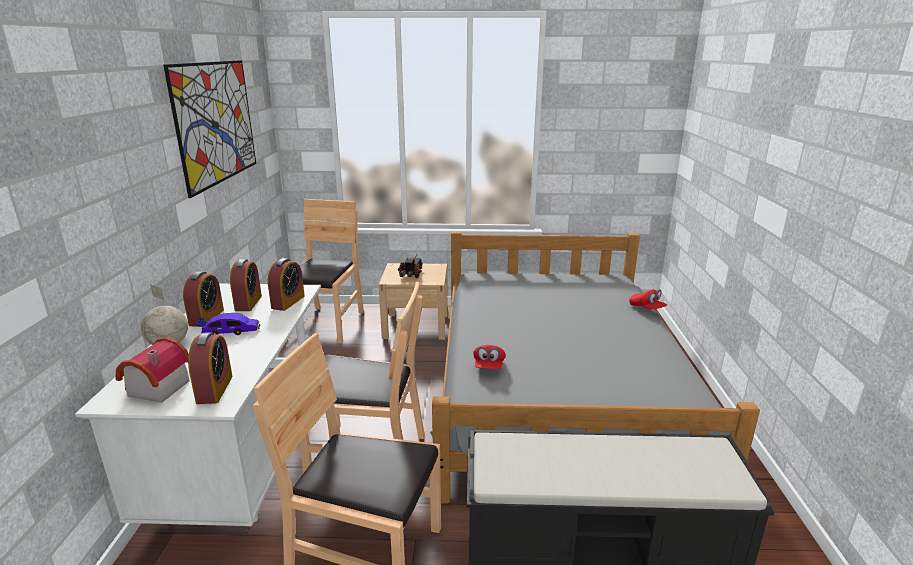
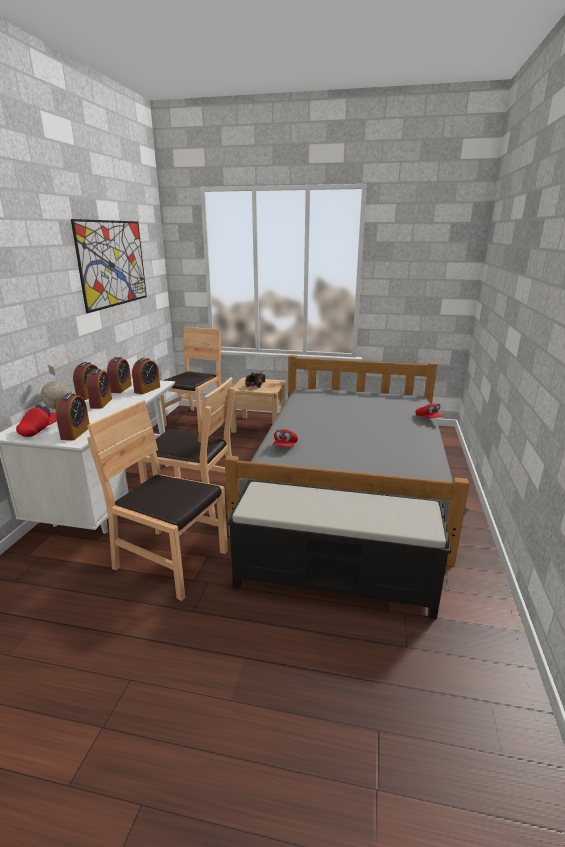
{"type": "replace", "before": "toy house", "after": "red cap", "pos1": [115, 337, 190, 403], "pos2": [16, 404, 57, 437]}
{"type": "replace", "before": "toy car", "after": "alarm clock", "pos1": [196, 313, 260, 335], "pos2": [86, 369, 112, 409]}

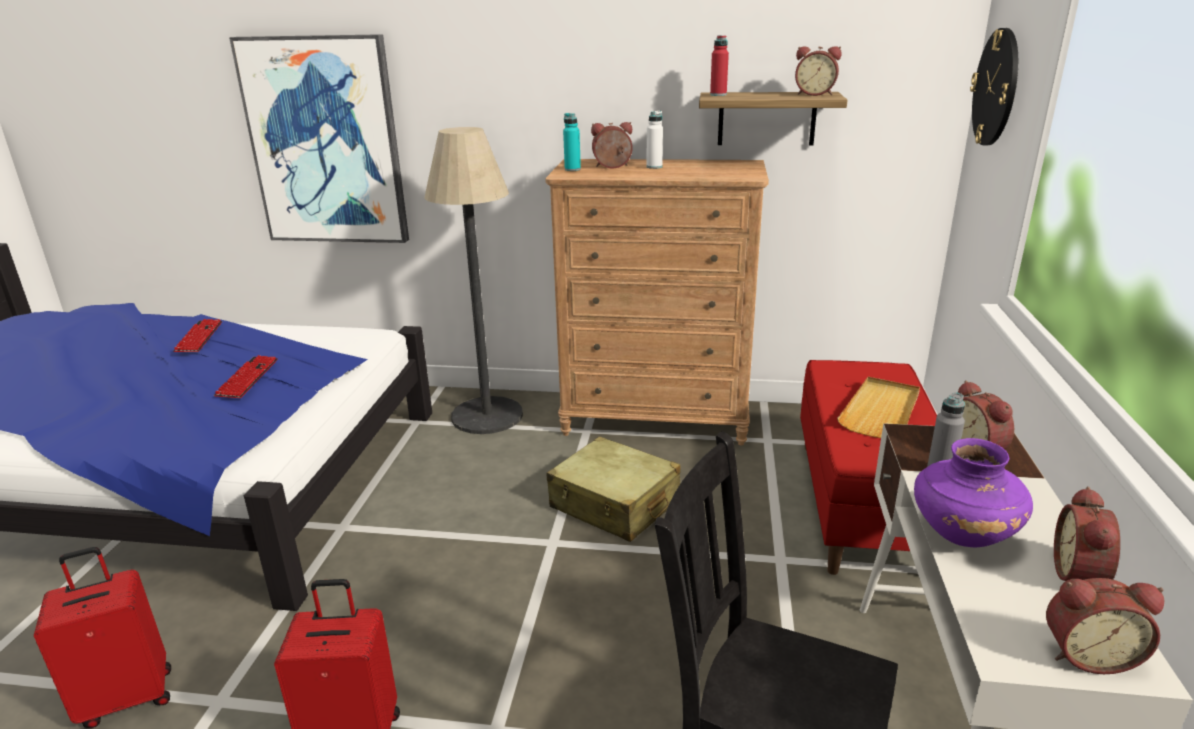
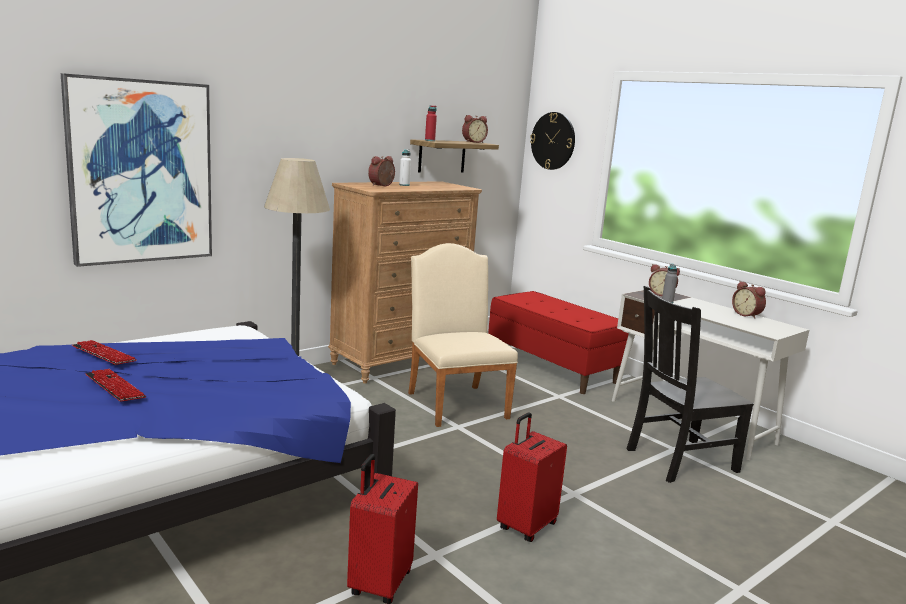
{"type": "move", "before": "keyboard", "pos1": [214, 355, 278, 398], "pos2": [86, 369, 146, 402]}
{"type": "replace", "before": "beige suitcase", "after": "beige chair", "pos1": [547, 436, 681, 542], "pos2": [408, 243, 518, 427]}
{"type": "delete", "before": "turquoise bottle", "pos1": [563, 113, 581, 171]}
{"type": "delete", "before": "beige tray", "pos1": [837, 377, 920, 438]}
{"type": "delete", "before": "purple vase", "pos1": [914, 438, 1033, 547]}
{"type": "delete", "before": "alarm clock", "pos1": [1046, 578, 1165, 674]}

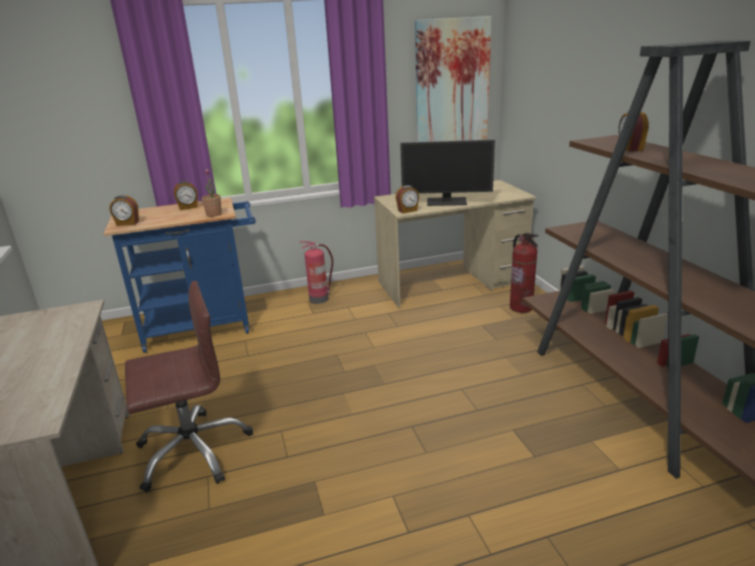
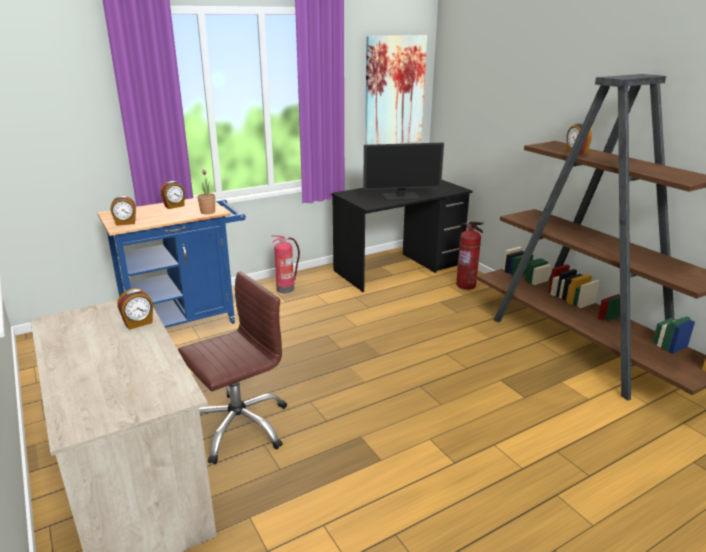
{"type": "move", "before": "alarm clock", "pos1": [396, 185, 419, 213], "pos2": [117, 288, 153, 330]}
{"type": "recolor", "before": "beige desk", "after": "black desk", "pos1": [374, 180, 536, 308], "pos2": [332, 180, 473, 292]}

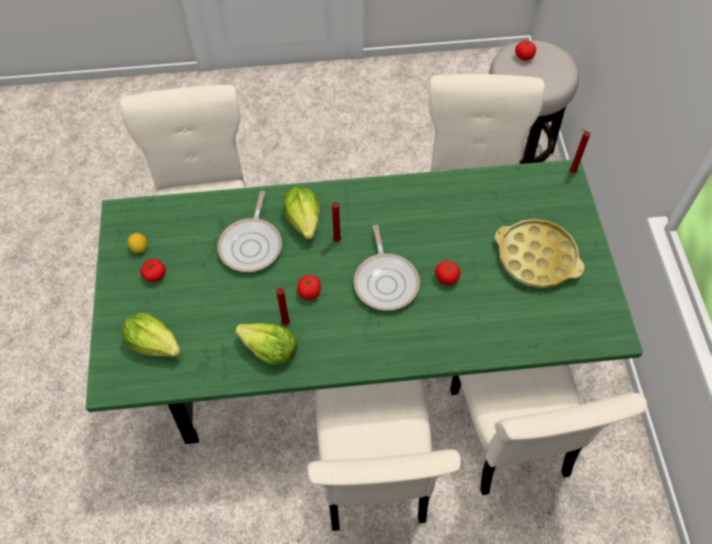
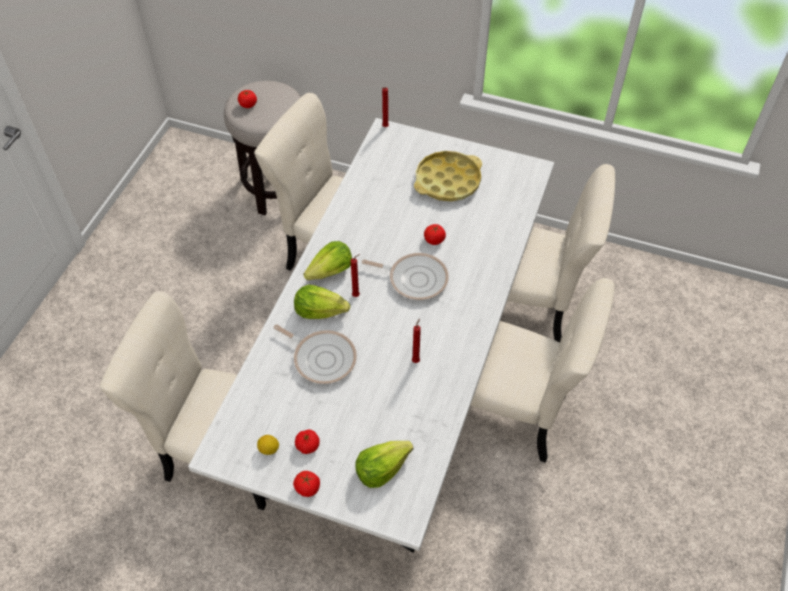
{"type": "recolor", "before": "green dining table", "after": "white dining table", "pos1": [85, 159, 643, 444], "pos2": [188, 118, 554, 553]}
{"type": "move", "before": "tomato", "pos1": [297, 275, 321, 300], "pos2": [293, 471, 320, 497]}
{"type": "move", "before": "lettuce", "pos1": [235, 324, 298, 365], "pos2": [303, 241, 352, 280]}

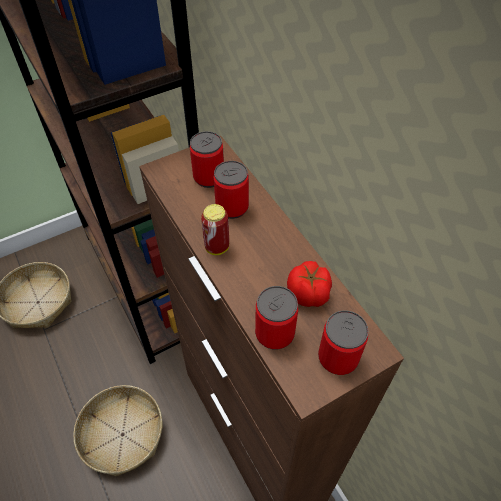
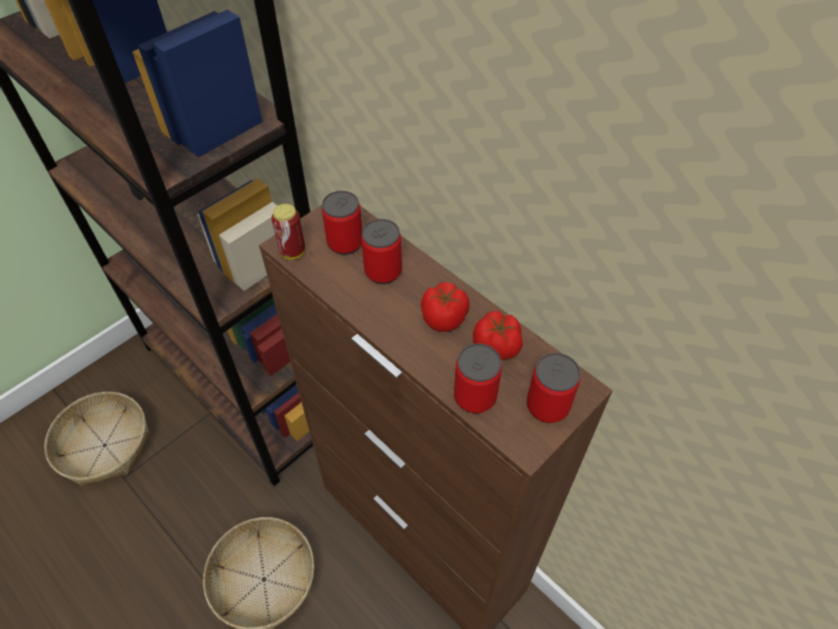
{"type": "move", "before": "can", "pos1": [201, 204, 229, 255], "pos2": [271, 204, 305, 260]}
{"type": "insert", "after": "tomato", "pos2": [421, 282, 470, 332]}

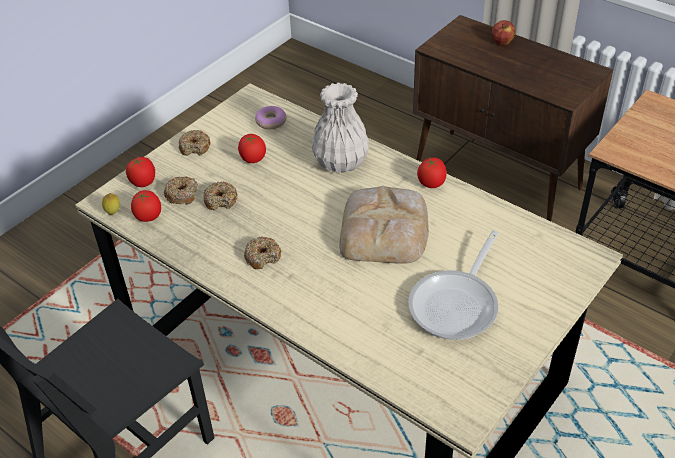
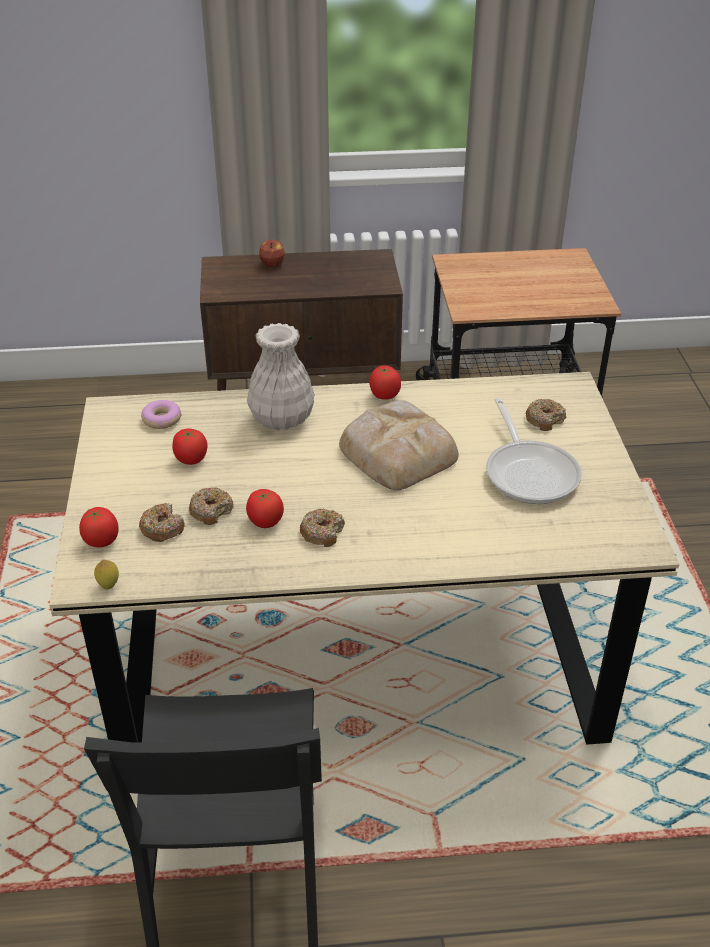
{"type": "move", "before": "tomato", "pos1": [131, 190, 161, 222], "pos2": [246, 489, 284, 528]}
{"type": "move", "before": "donut", "pos1": [178, 130, 210, 156], "pos2": [525, 399, 566, 431]}

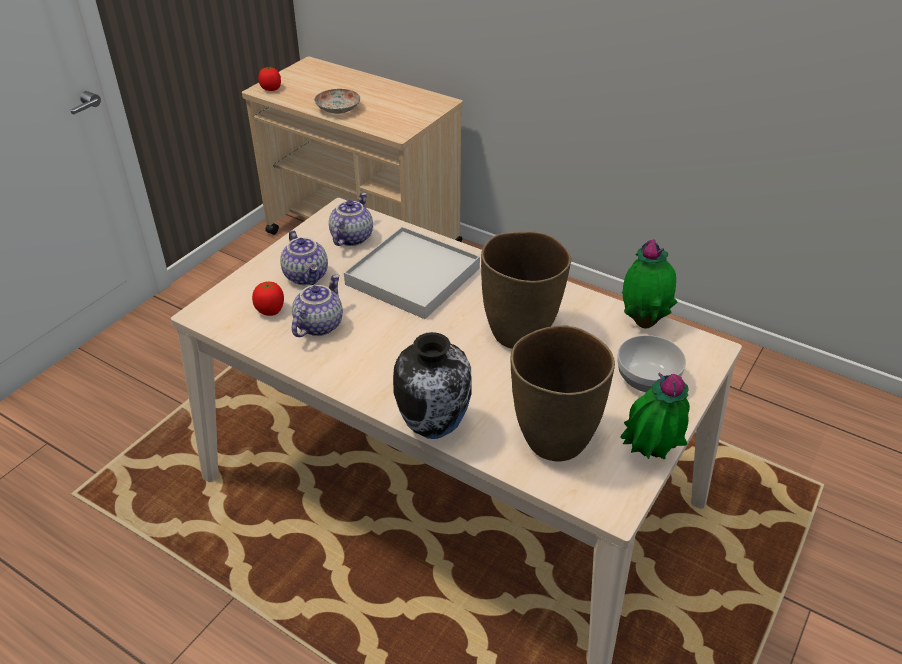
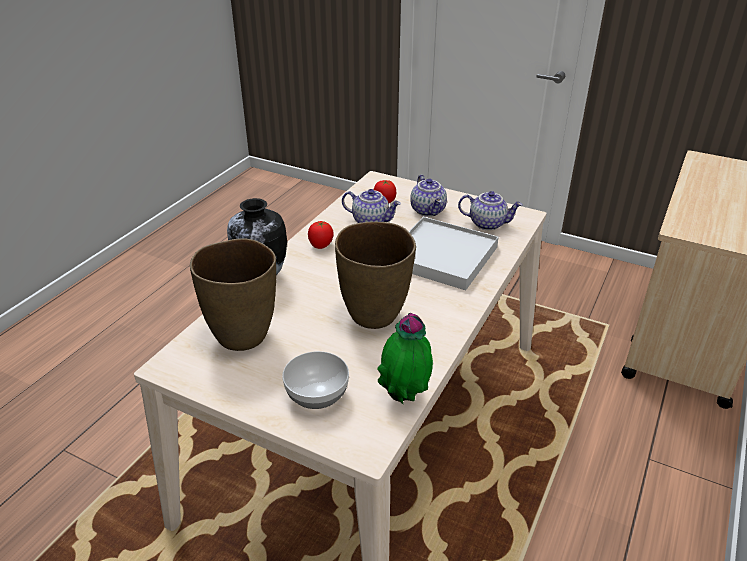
{"type": "move", "before": "tomato", "pos1": [258, 67, 281, 91], "pos2": [308, 221, 334, 249]}
{"type": "rotate", "before": "teapot", "pos1": [280, 230, 328, 285], "pos2": [410, 175, 447, 217], "turn": -75}
{"type": "delete", "before": "plate", "pos1": [314, 89, 360, 114]}
{"type": "delete", "before": "potted plant", "pos1": [620, 373, 690, 460]}

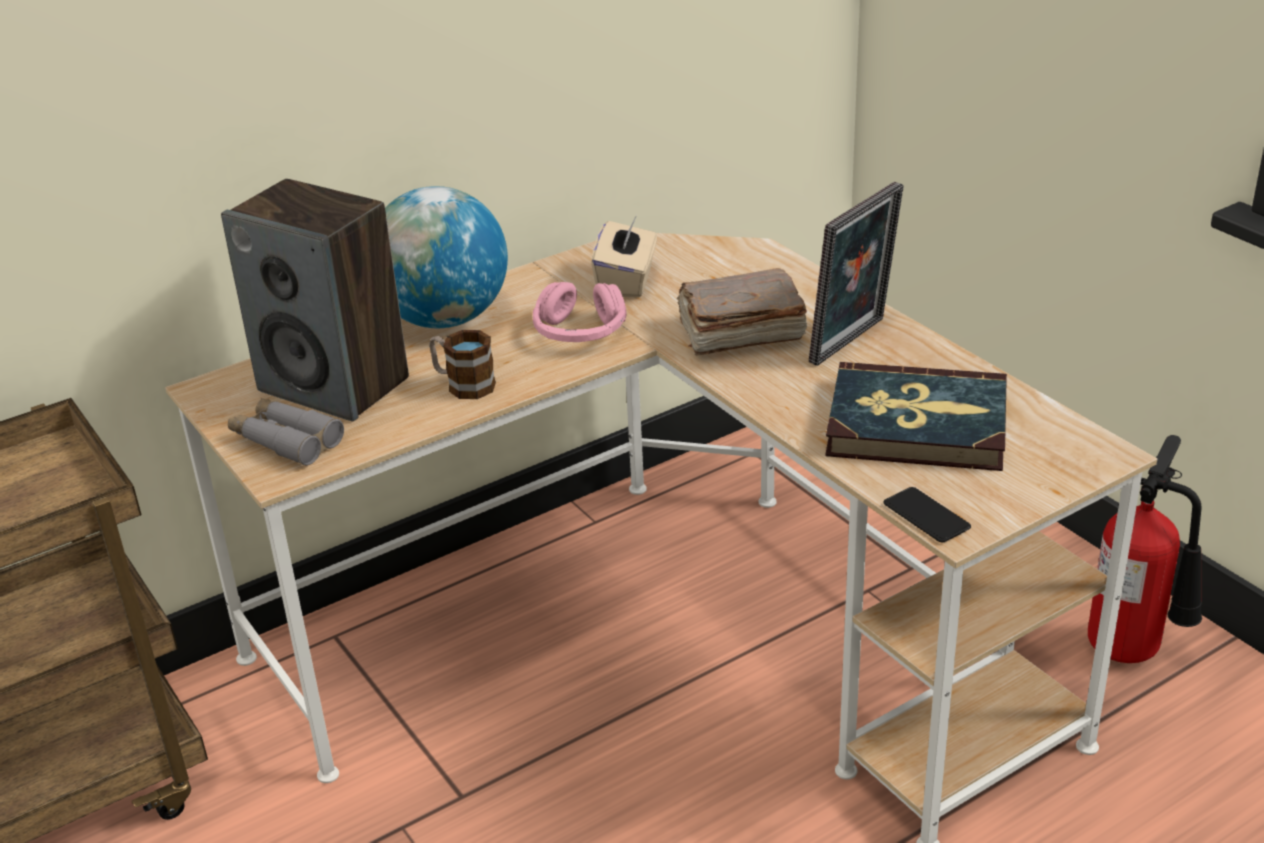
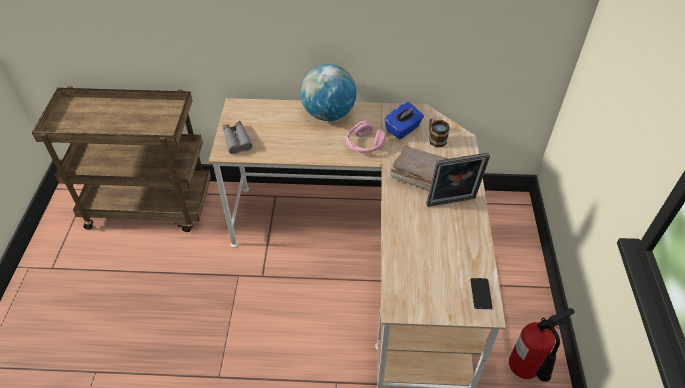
{"type": "recolor", "before": "beige tissue box", "after": "blue tissue box", "pos1": [591, 215, 657, 298], "pos2": [384, 102, 424, 139]}
{"type": "move", "before": "mug", "pos1": [429, 330, 496, 399], "pos2": [429, 118, 450, 147]}
{"type": "move", "before": "phone", "pos1": [884, 487, 971, 542], "pos2": [470, 278, 493, 309]}
{"type": "delete", "before": "speaker", "pos1": [221, 179, 409, 422]}
{"type": "delete", "before": "book", "pos1": [825, 362, 1007, 471]}

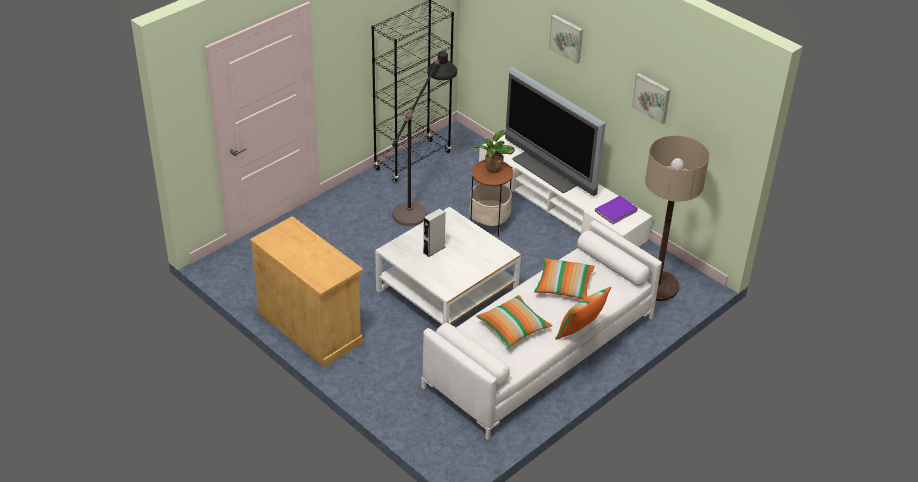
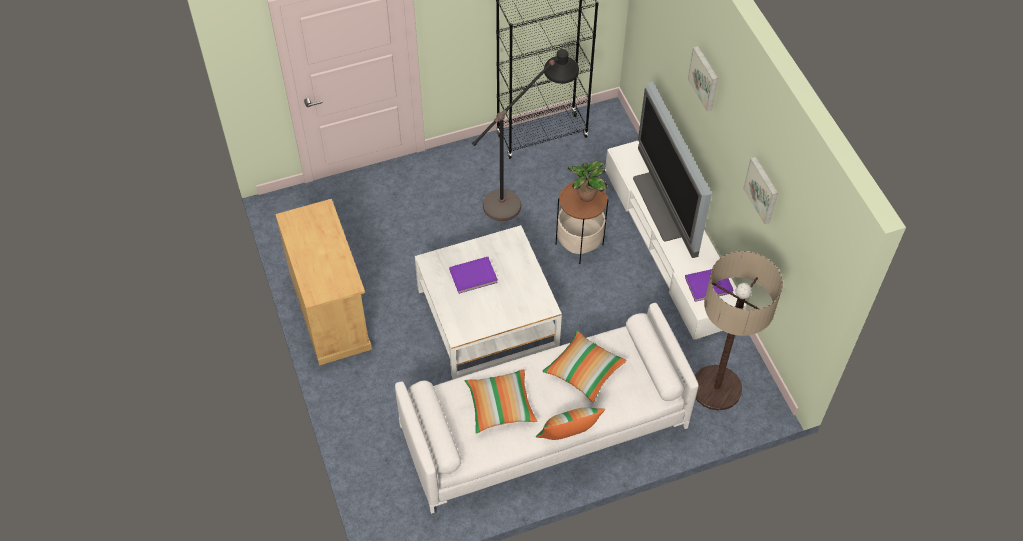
{"type": "replace", "before": "grey speaker", "after": "purple book", "pos1": [423, 208, 446, 257], "pos2": [449, 257, 498, 294]}

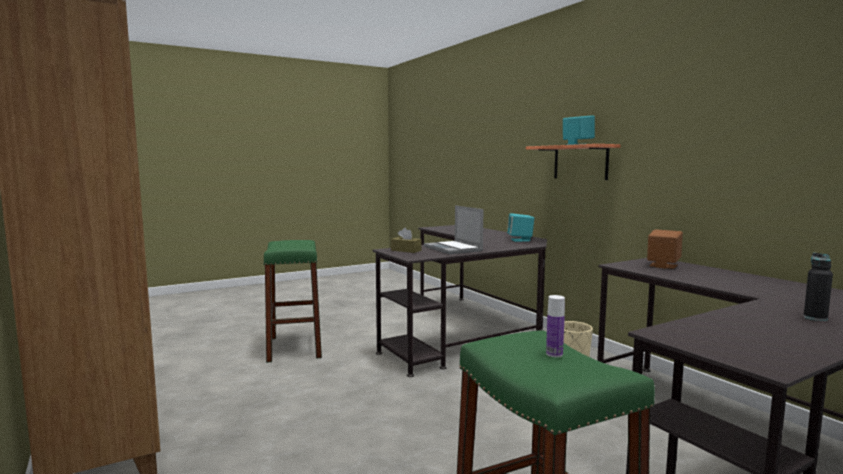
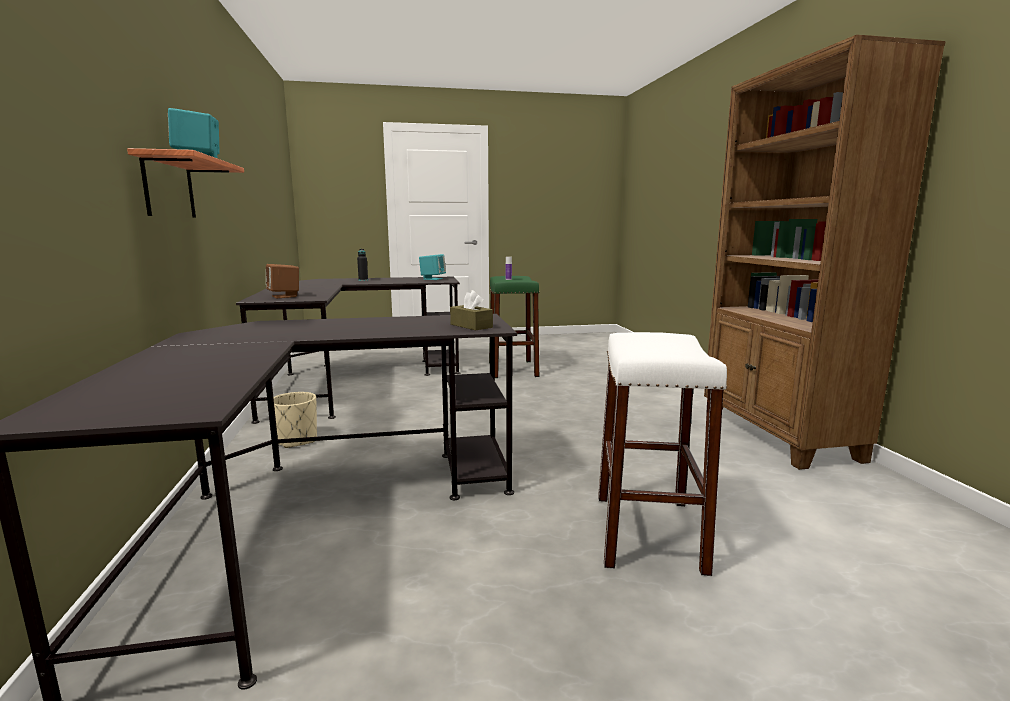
{"type": "move", "before": "turquoise speaker", "pos1": [507, 213, 534, 242], "pos2": [419, 254, 446, 280]}
{"type": "recolor", "before": "green stool", "after": "white stool", "pos1": [263, 240, 322, 363], "pos2": [598, 332, 727, 576]}
{"type": "delete", "before": "laptop", "pos1": [424, 205, 484, 254]}

